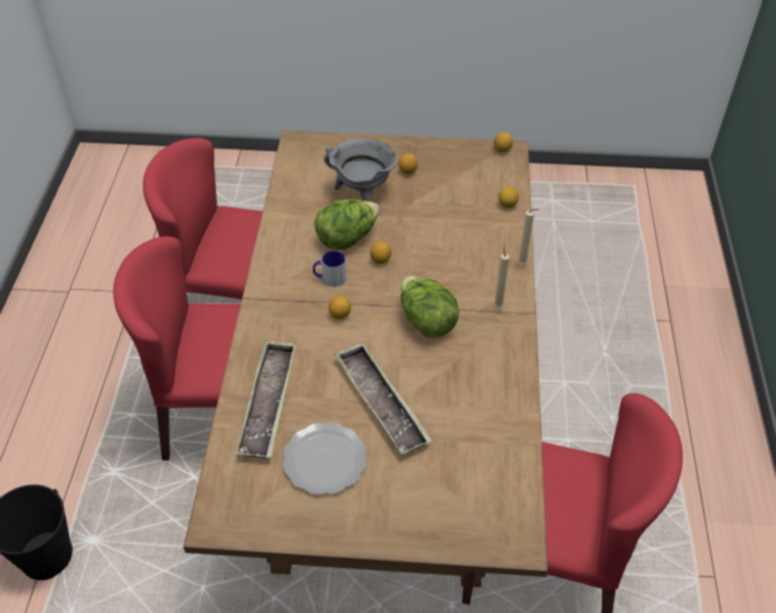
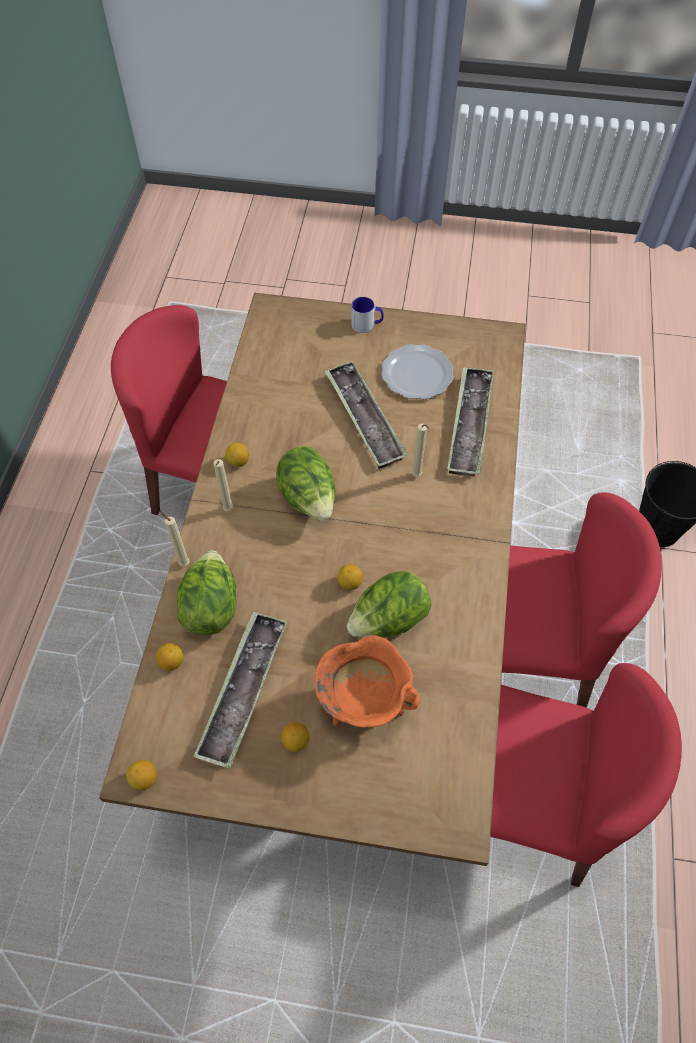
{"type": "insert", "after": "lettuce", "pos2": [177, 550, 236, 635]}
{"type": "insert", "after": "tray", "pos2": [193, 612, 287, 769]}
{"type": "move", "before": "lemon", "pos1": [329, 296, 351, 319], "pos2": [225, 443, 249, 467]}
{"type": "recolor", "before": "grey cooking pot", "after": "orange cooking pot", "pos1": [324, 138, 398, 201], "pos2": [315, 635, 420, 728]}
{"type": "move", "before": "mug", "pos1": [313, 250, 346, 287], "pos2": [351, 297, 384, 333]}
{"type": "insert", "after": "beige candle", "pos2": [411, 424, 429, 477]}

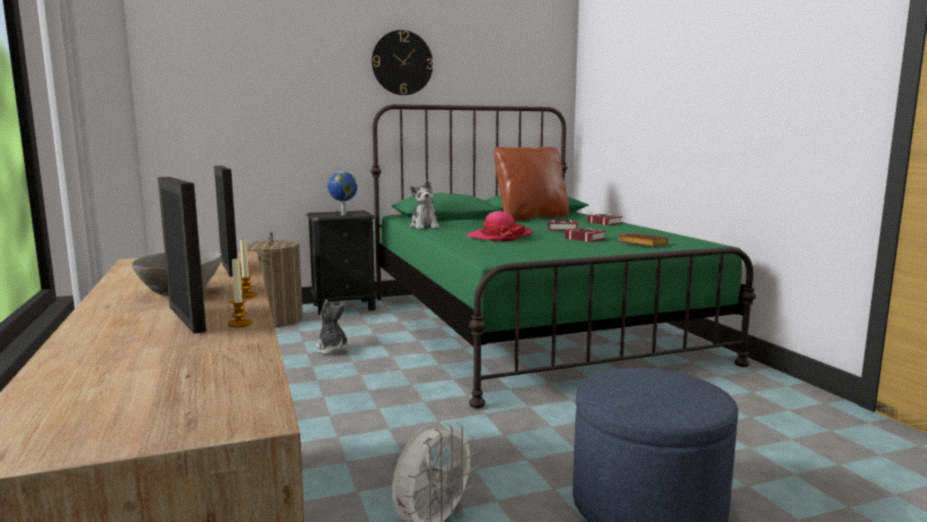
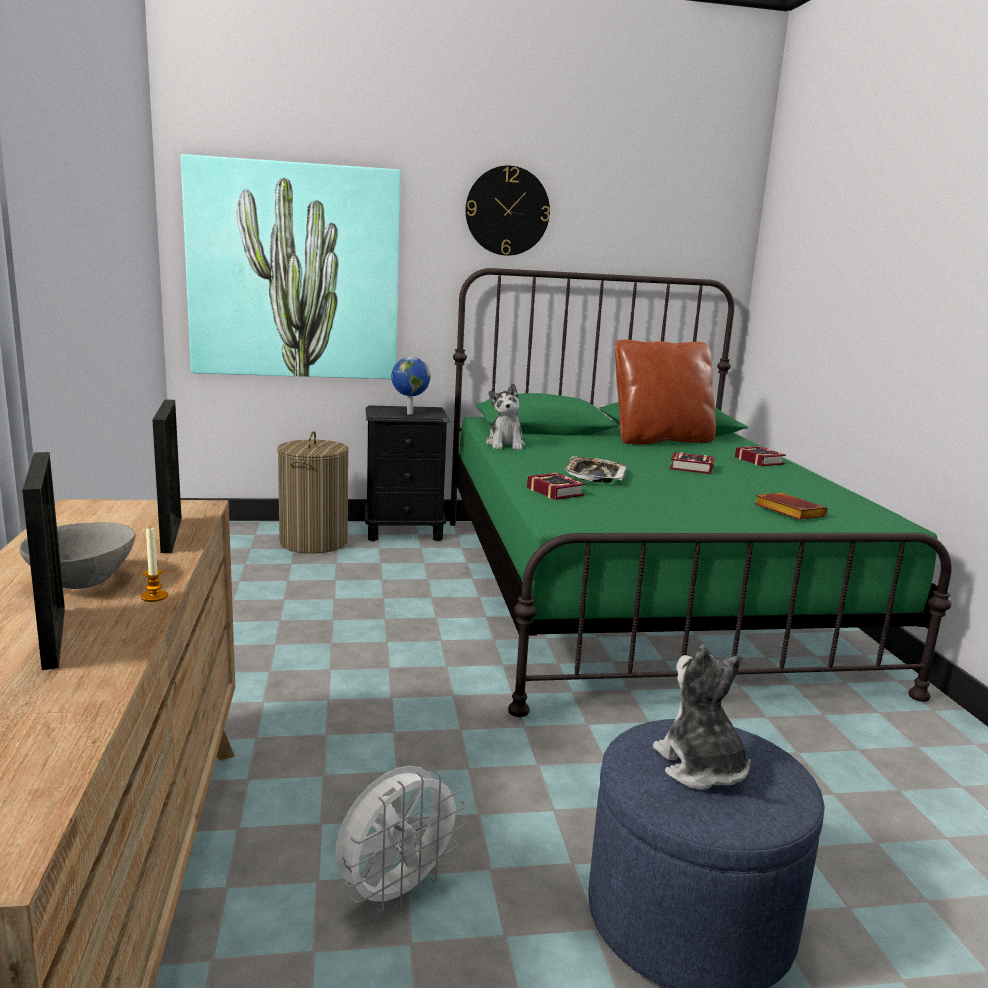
{"type": "insert", "after": "picture", "pos2": [181, 154, 401, 379]}
{"type": "move", "before": "book", "pos1": [565, 228, 606, 242], "pos2": [527, 472, 585, 500]}
{"type": "replace", "before": "hat", "after": "tray", "pos1": [467, 211, 533, 241], "pos2": [564, 456, 627, 483]}
{"type": "move", "before": "plush toy", "pos1": [316, 299, 349, 355], "pos2": [652, 644, 751, 790]}
{"type": "delete", "before": "candle", "pos1": [228, 257, 252, 327]}

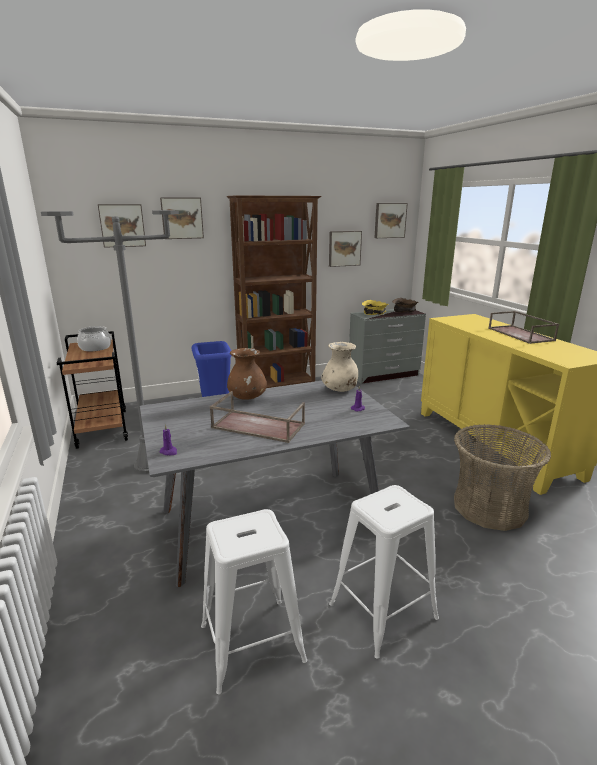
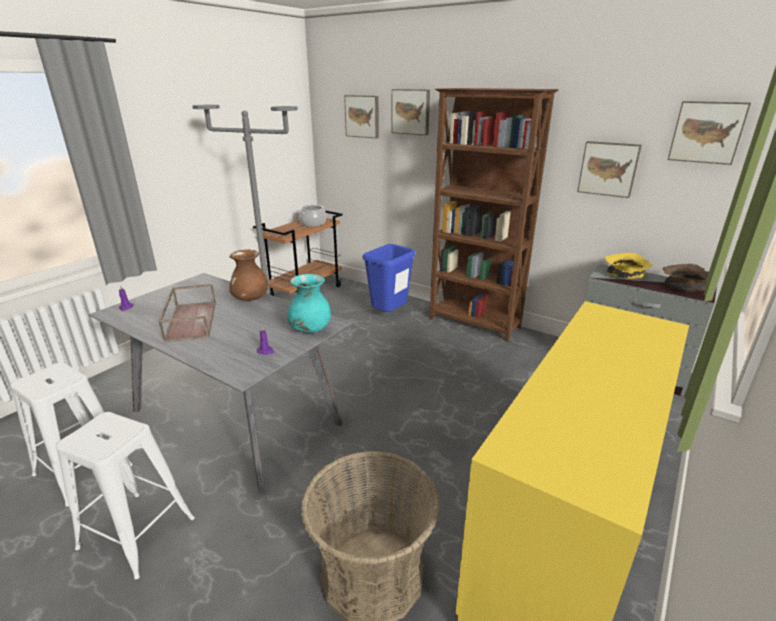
{"type": "recolor", "before": "beige vase", "after": "turquoise vase", "pos1": [321, 342, 358, 392], "pos2": [287, 274, 331, 333]}
{"type": "delete", "before": "brown tray", "pos1": [488, 311, 559, 344]}

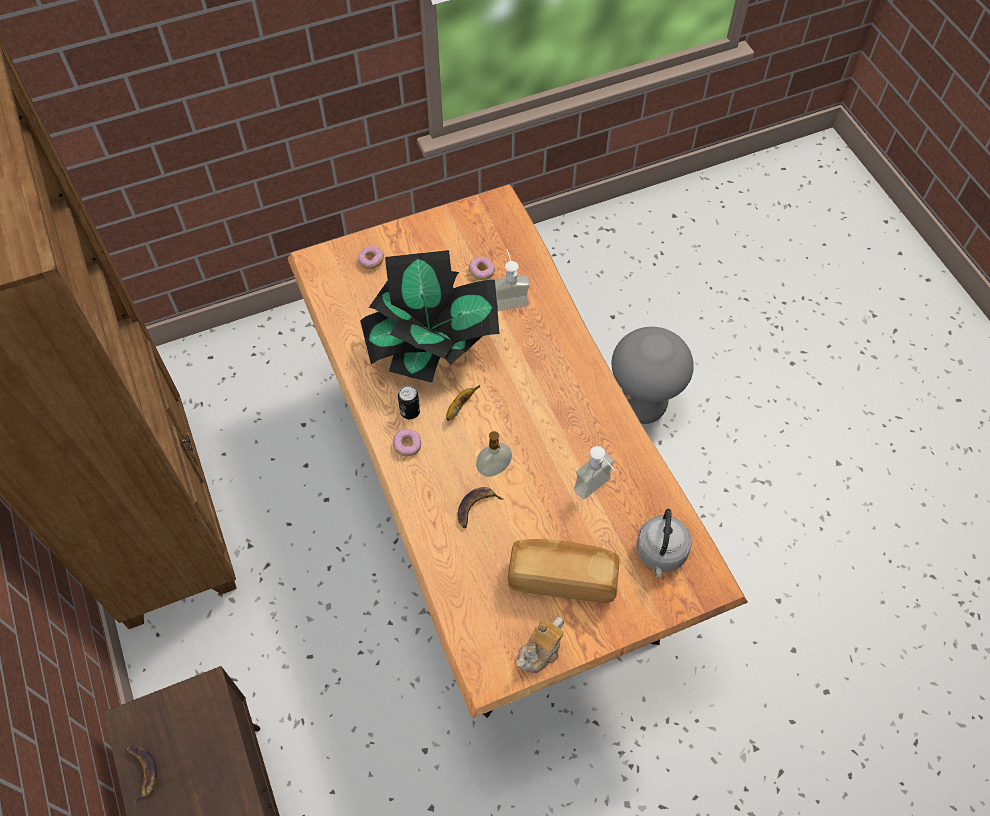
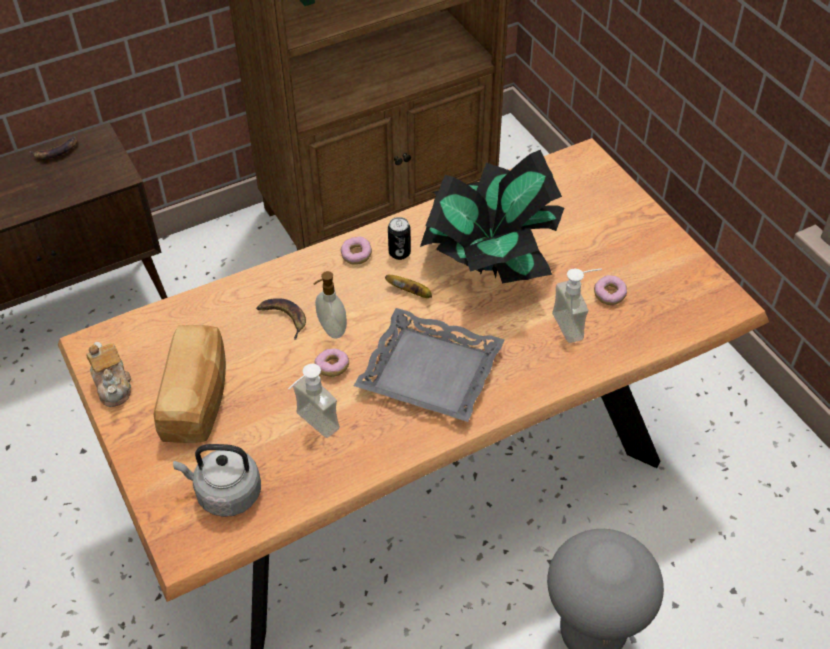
{"type": "rotate", "before": "teapot", "pos1": [517, 617, 564, 674], "pos2": [86, 342, 131, 407], "turn": -150}
{"type": "move", "before": "donut", "pos1": [358, 246, 384, 269], "pos2": [315, 349, 349, 377]}
{"type": "insert", "after": "grey tray", "pos2": [354, 308, 505, 422]}

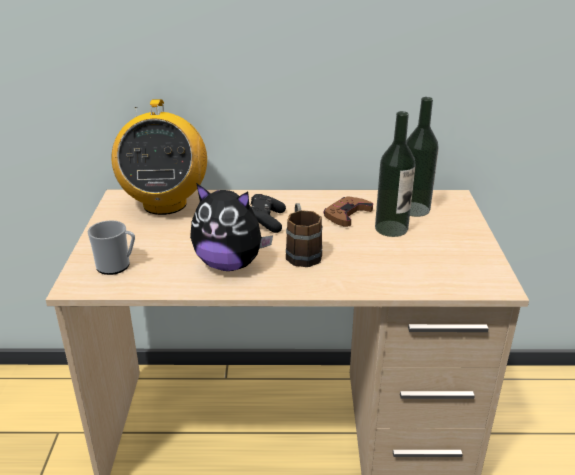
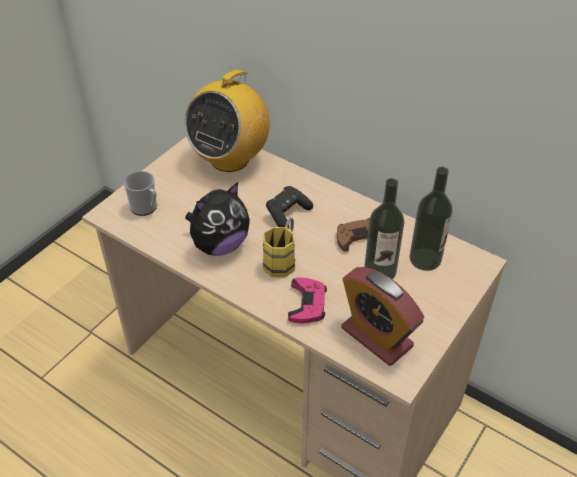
{"type": "rotate", "before": "plush toy", "pos1": [190, 183, 273, 271], "pos2": [185, 182, 250, 256], "turn": -90}
{"type": "recolor", "before": "brown mug", "after": "yellow mug", "pos1": [286, 203, 322, 267], "pos2": [263, 218, 295, 278]}
{"type": "insert", "after": "pink game controller", "pos2": [288, 278, 327, 323]}
{"type": "insert", "after": "alarm clock", "pos2": [341, 267, 424, 366]}

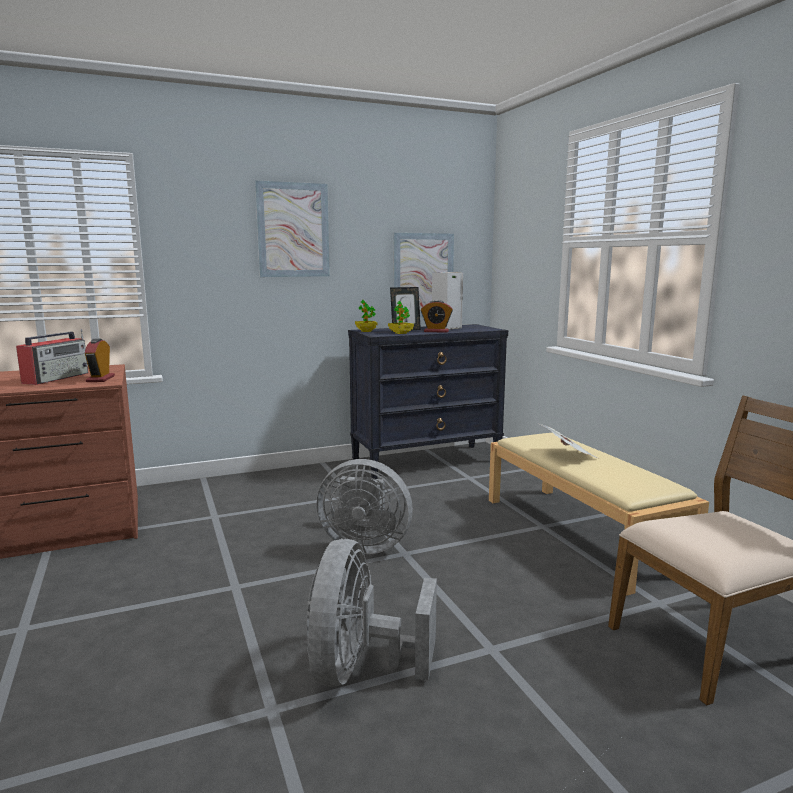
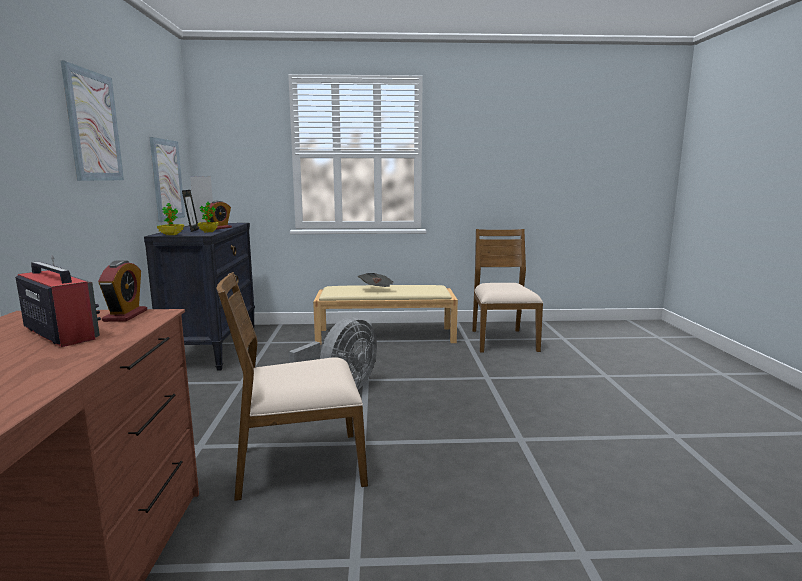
{"type": "rotate", "before": "alarm clock", "pos1": [85, 339, 115, 382], "pos2": [98, 260, 147, 322], "turn": -105}
{"type": "insert", "after": "brown chair", "pos2": [217, 272, 368, 501]}
{"type": "delete", "before": "grey fan", "pos1": [306, 539, 437, 687]}

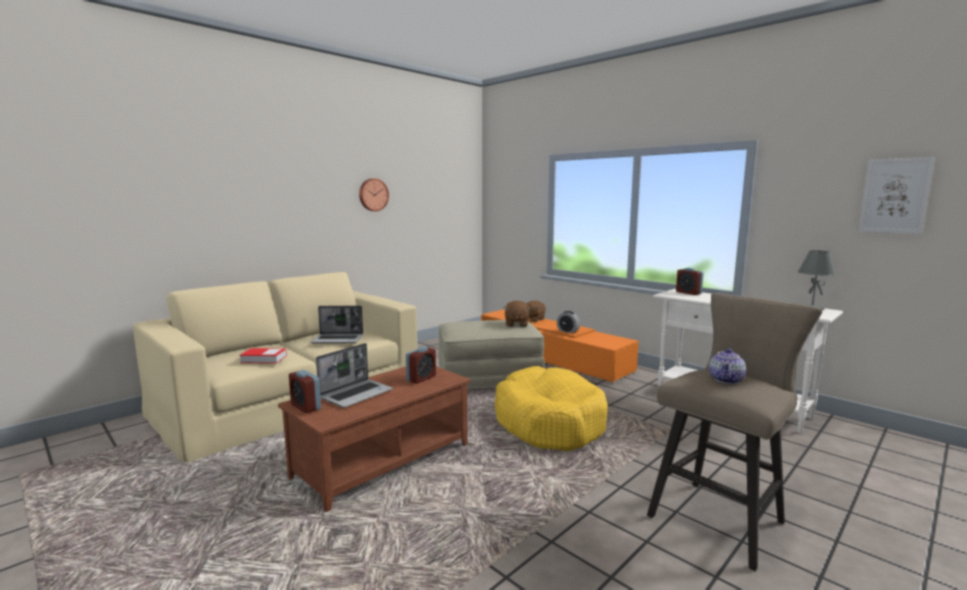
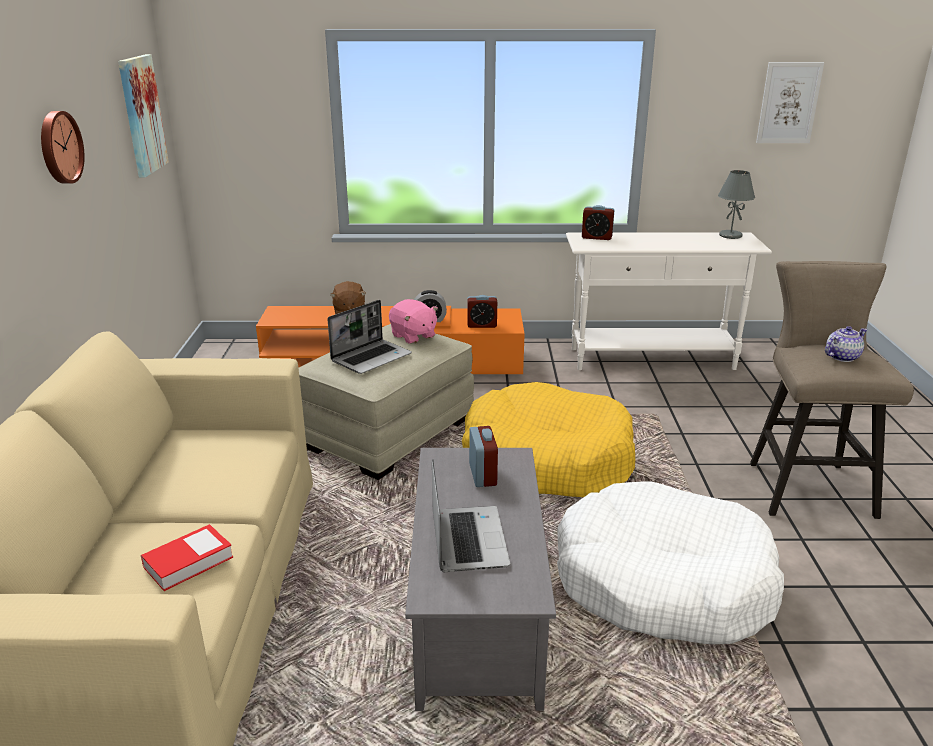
{"type": "insert", "after": "picture", "pos2": [118, 54, 169, 178]}
{"type": "move", "before": "laptop", "pos1": [311, 306, 363, 344], "pos2": [328, 300, 412, 374]}
{"type": "recolor", "before": "brown plush toy", "after": "pink plush toy", "pos1": [503, 300, 530, 327], "pos2": [389, 299, 438, 344]}
{"type": "recolor", "before": "brown coffee table", "after": "grey coffee table", "pos1": [278, 367, 471, 512], "pos2": [405, 448, 556, 711]}
{"type": "move", "before": "alarm clock", "pos1": [289, 370, 321, 413], "pos2": [467, 295, 497, 328]}
{"type": "insert", "after": "white dog bed", "pos2": [557, 481, 784, 644]}
{"type": "rotate", "before": "teapot", "pos1": [709, 349, 746, 384], "pos2": [825, 326, 867, 362], "turn": -105}

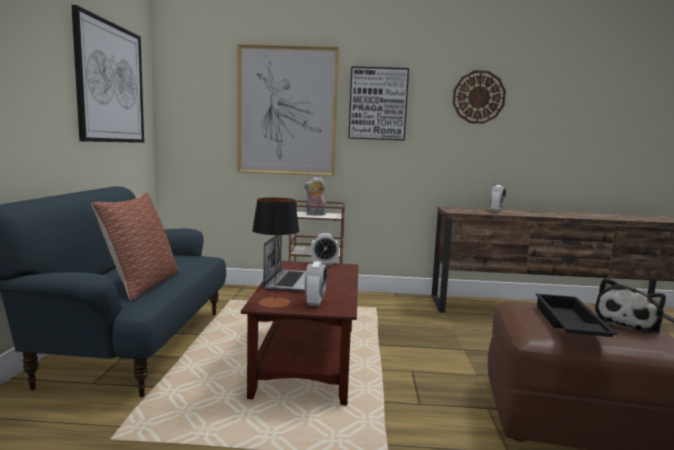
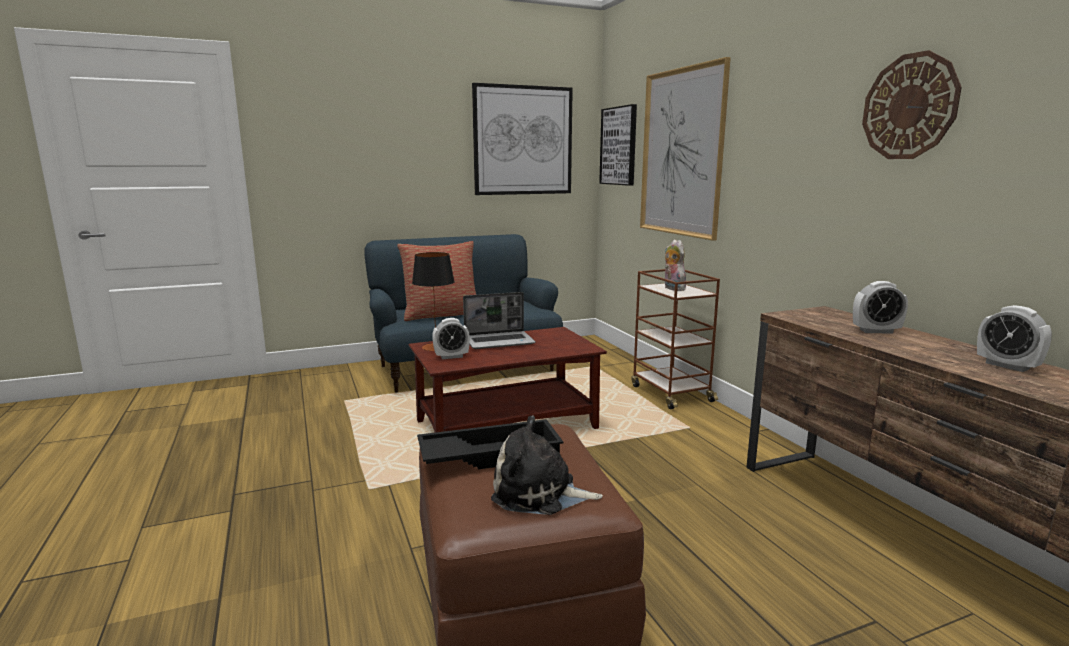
{"type": "move", "before": "picture", "pos1": [348, 66, 409, 140], "pos2": [599, 104, 637, 186]}
{"type": "move", "before": "alarm clock", "pos1": [311, 233, 339, 266], "pos2": [977, 305, 1052, 372]}

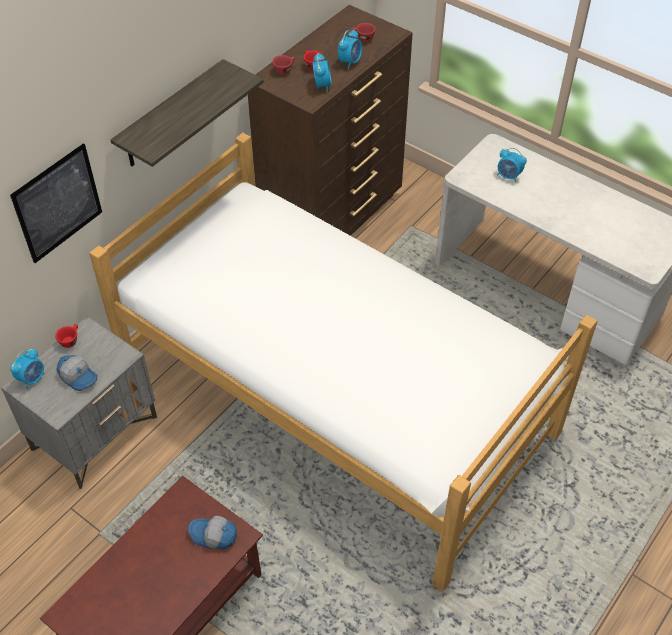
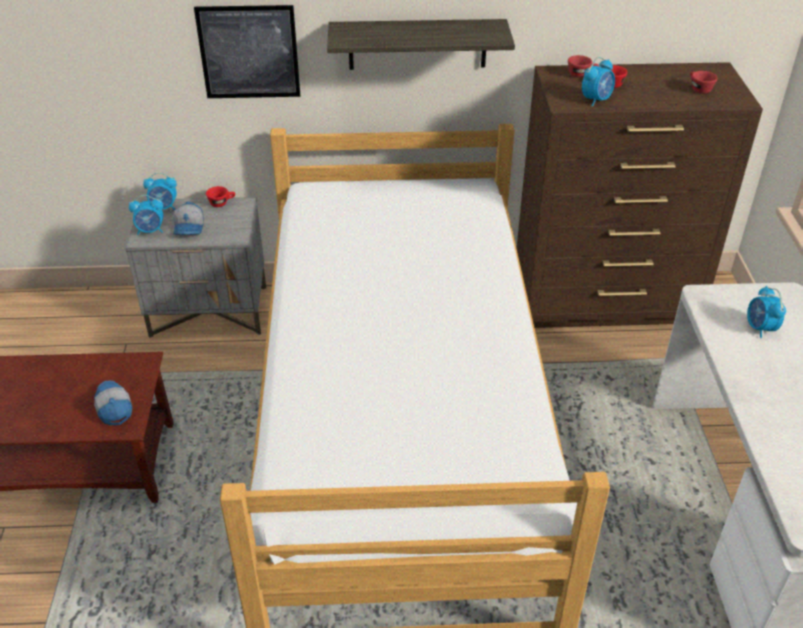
{"type": "move", "before": "alarm clock", "pos1": [338, 29, 362, 69], "pos2": [129, 195, 163, 235]}

